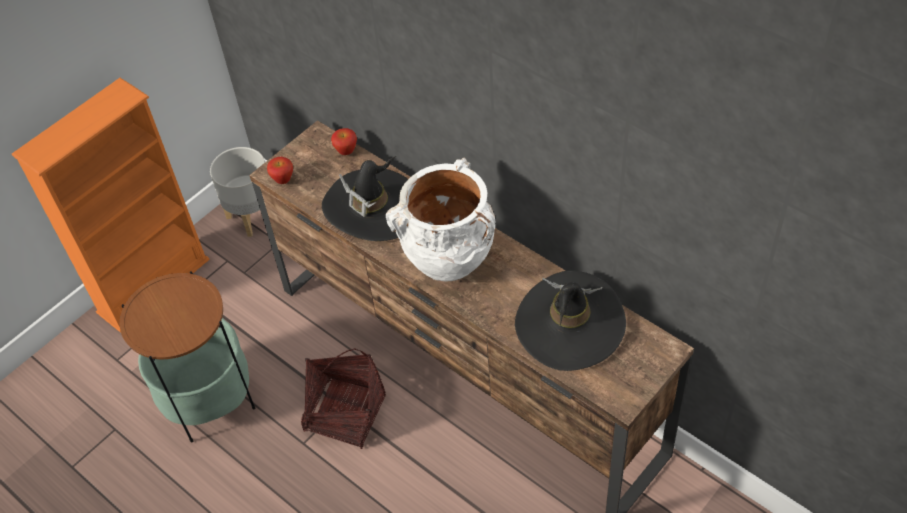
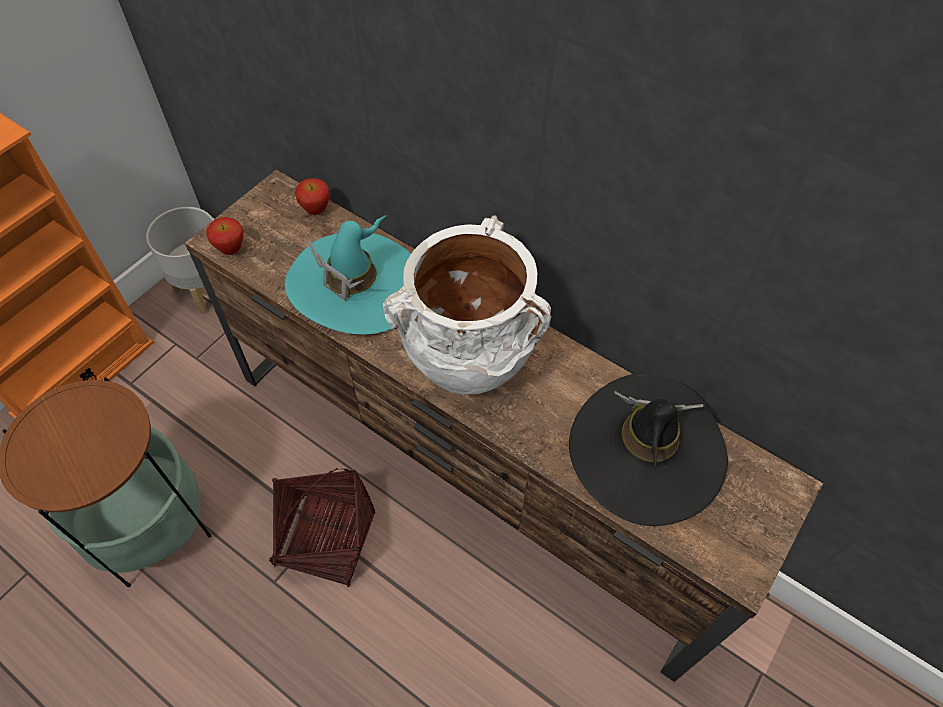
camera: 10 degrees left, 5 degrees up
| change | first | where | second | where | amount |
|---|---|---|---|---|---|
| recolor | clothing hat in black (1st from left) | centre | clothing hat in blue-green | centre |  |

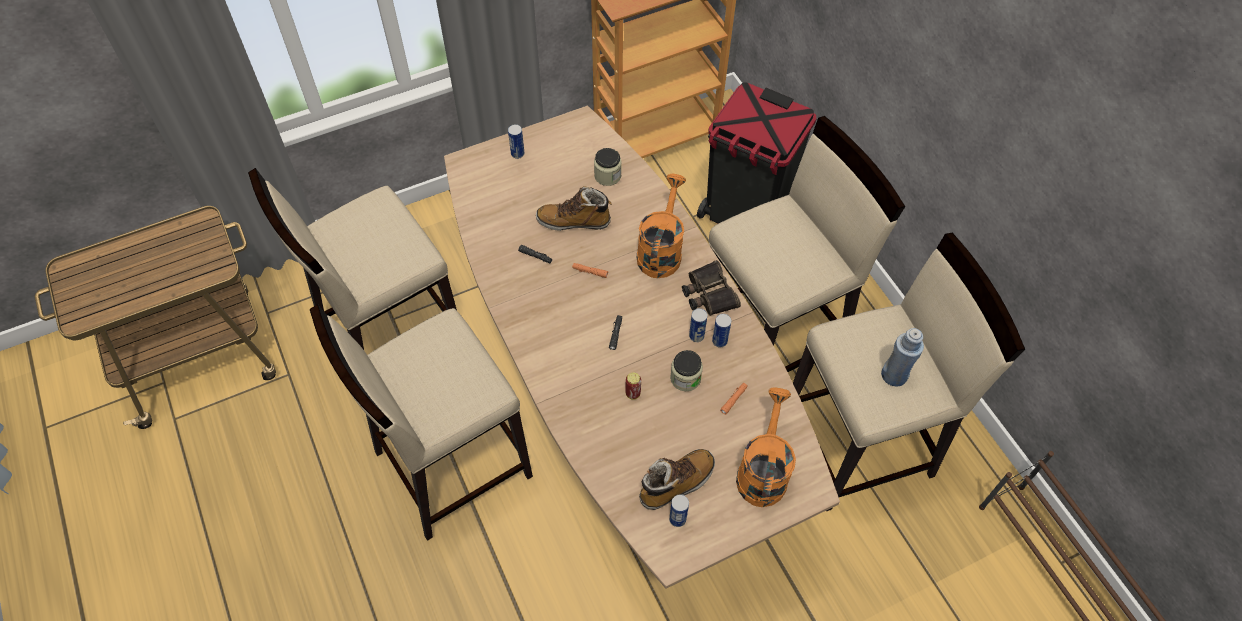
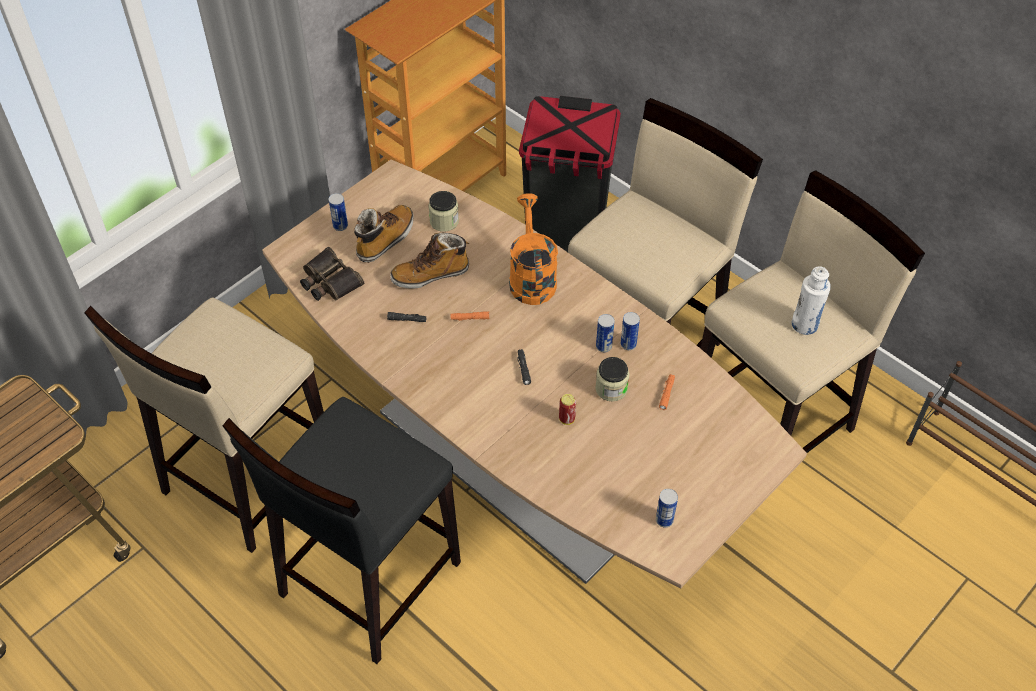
camera: 20 degrees left, 5 degrees down
| change | first | where | second | where | amount |
|---|---|---|---|---|---|
| move | pair of binoculars | centre |  | middle left |  |
| recolor | stool seat in beige-coloured (2nd from left) | bottom centre | stool seat in black | bottom left |  |
| recolor | bottle in blue | middle right | bottle in whitish | middle right |  |
| delete | watering can in orange-coloured (2nd from left) | bottom centre |  |  |  |
| move | high-top boot (2nd from left in the first image) | bottom centre | high-top boot (1st from left) | centre |  |

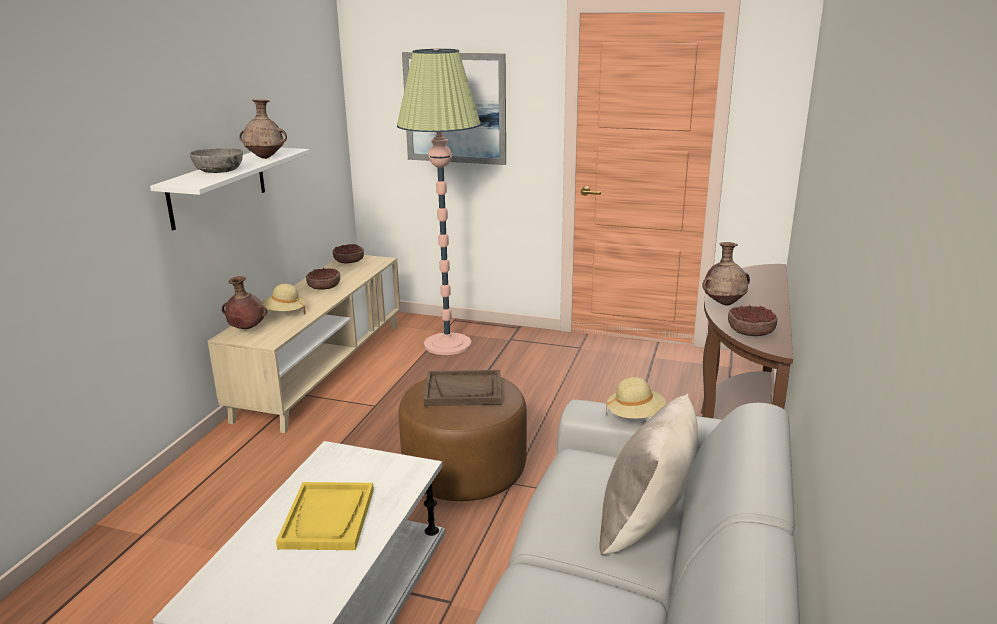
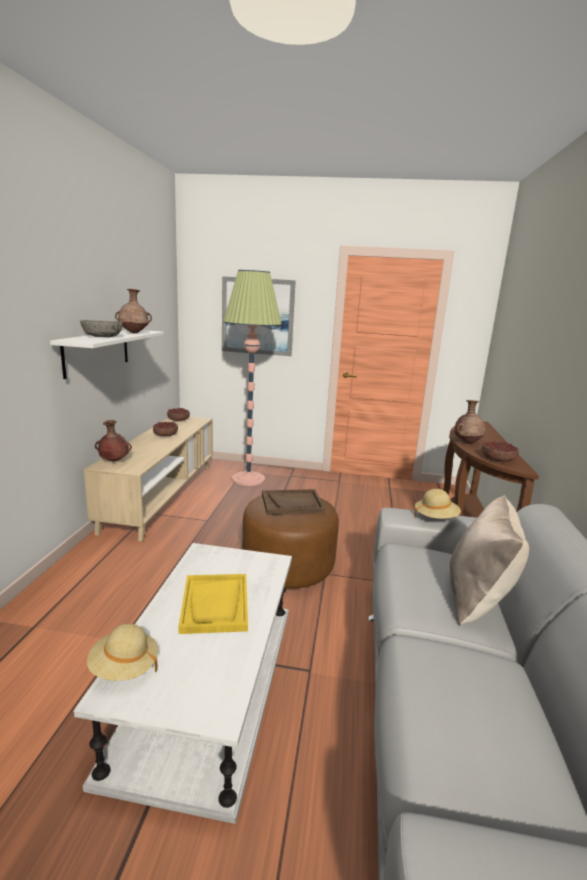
camera: 10 degrees left, 5 degrees down
| change | first | where | second | where | amount |
|---|---|---|---|---|---|
| move | clothing hat in beige-coloured (1st from left) | middle left |  | bottom left |  |

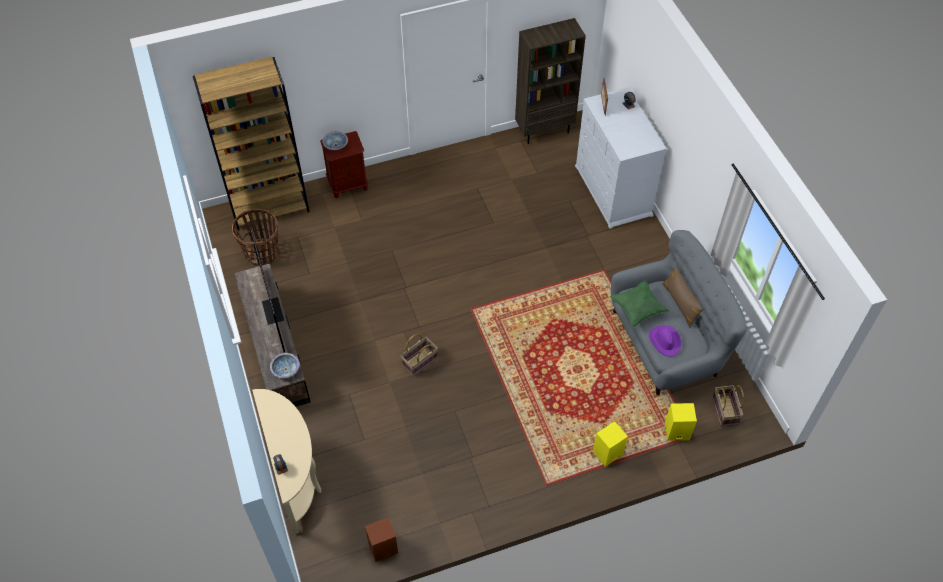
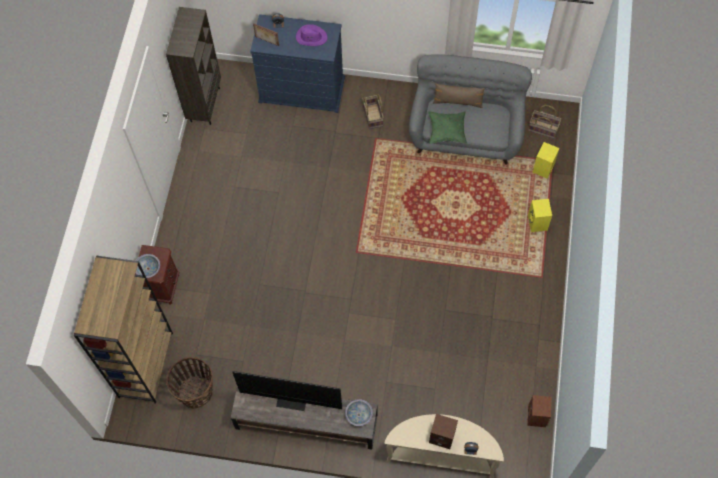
camera: 60 degrees left, 10 degrees up
| change | first | where | second | where | amount |
|---|---|---|---|---|---|
| recolor | drawer chest in whitish | top centre | drawer chest in blue | top centre |  |
| move | clothing hat in purple-coloured | middle right |  | top centre |  |
| move | storage basket (2nd from left) | centre |  | top centre |  |
| insert |  |  | speaker in brownish (1st from left) | bottom centre |  |

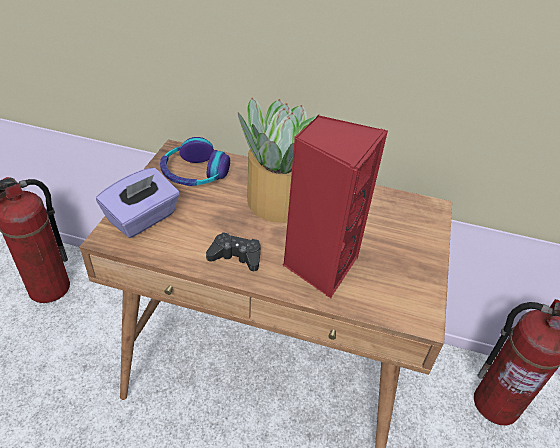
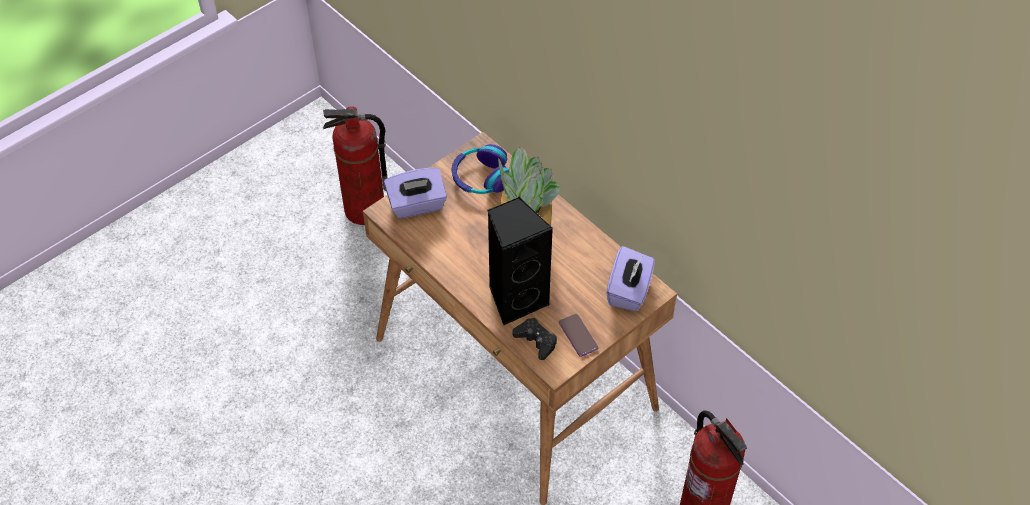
camera: 35 degrees right, 10 degrees up
| change | first | where | second | where | amount |
|---|---|---|---|---|---|
| recolor | speaker in red | centre | speaker in black | centre |  |
| move | gamepad in black | centre |  | bottom centre |  |
| insert |  |  | tissue box in purple-coloured (2nd from left) | centre |  |
| insert |  |  | telephone | centre |  |

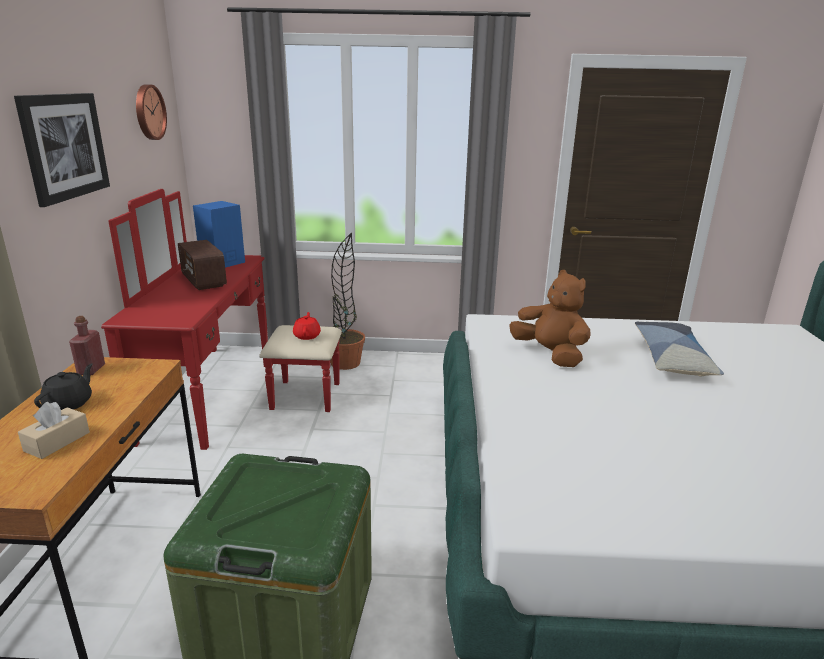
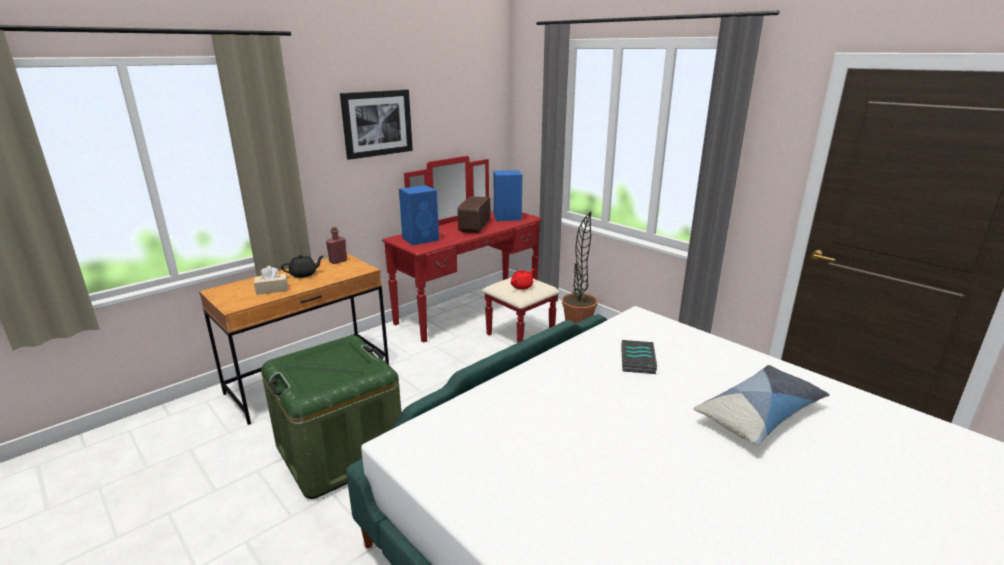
camera: 45 degrees right, 0 degrees up
| change | first | where | second | where | amount |
|---|---|---|---|---|---|
| delete | wall clock | top left |  |  |  |
| replace | plush toy in brownish | middle right | bound book | centre |  |
| insert |  |  | speaker in blue (1st from left) | centre |  |

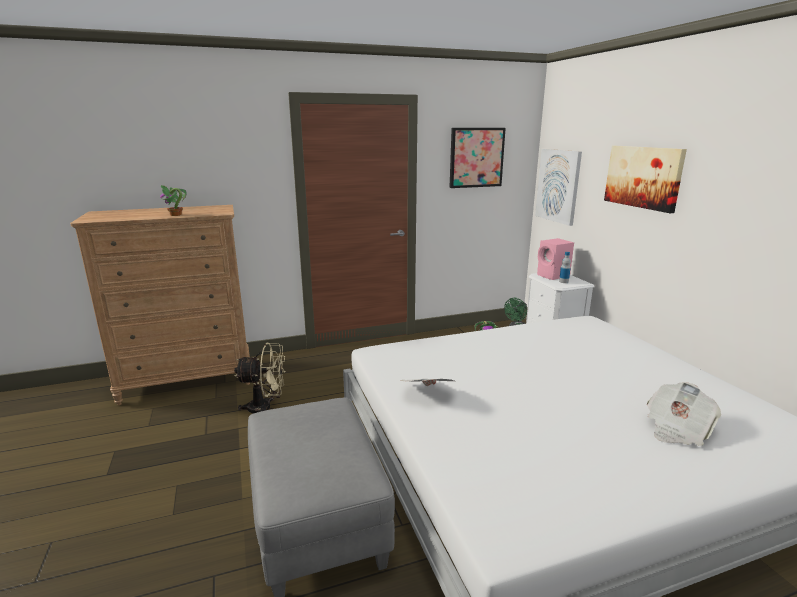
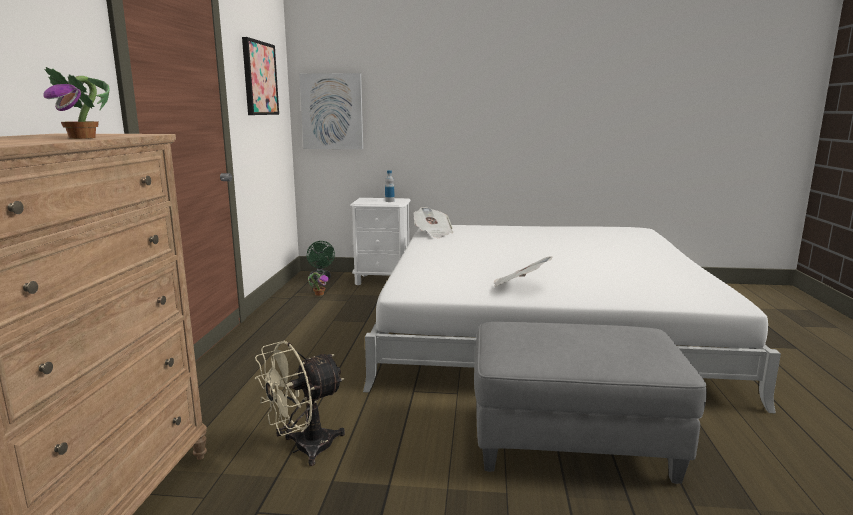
camera: 65 degrees left, 5 degrees down
| change | first | where | second | where | amount |
|---|---|---|---|---|---|
| delete | picture (3rd from left) | top right |  |  |  |
| delete | speaker in pinkish | middle right |  |  |  |
| rotate | cooling fan in beige-coloured | middle left |  | bottom centre | 150 degrees counterclockwise |
| move | daily paper (2nd from left in the first image) | bottom right | daily paper (1st from left) | centre |  |

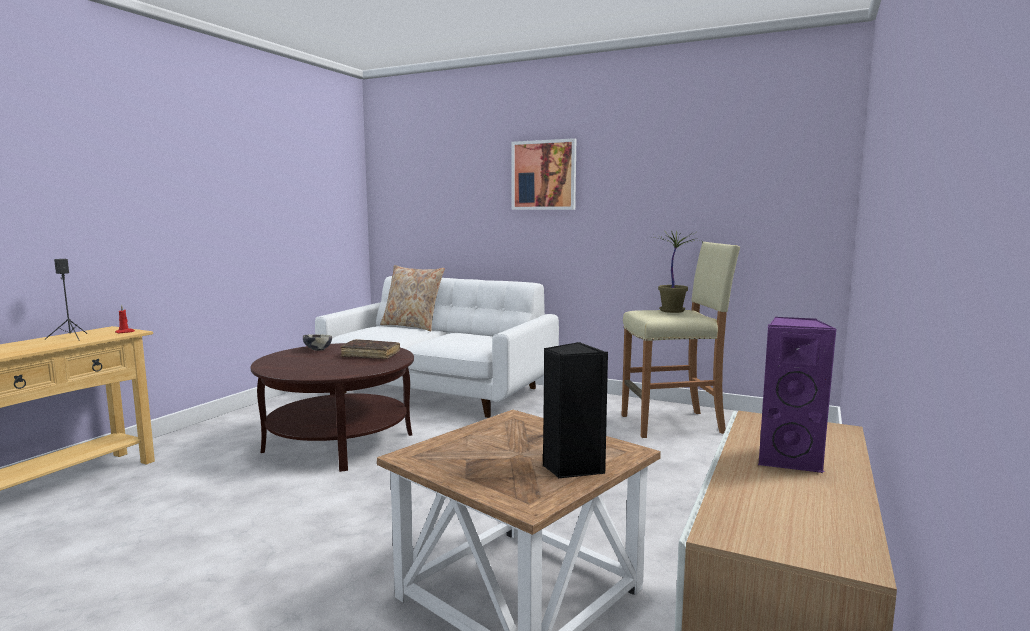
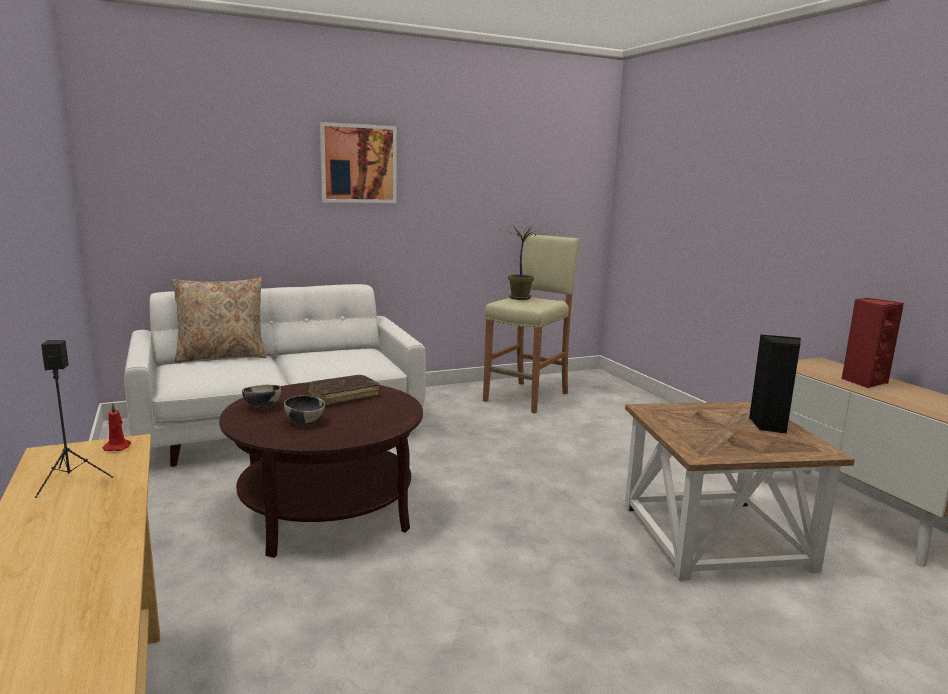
camera: 50 degrees left, 5 degrees up
| change | first | where | second | where | amount |
|---|---|---|---|---|---|
| recolor | speaker in purple-coloured | middle right | speaker in red | middle right |  |
| insert |  |  | deep dish (2nd from left) | middle left |  |

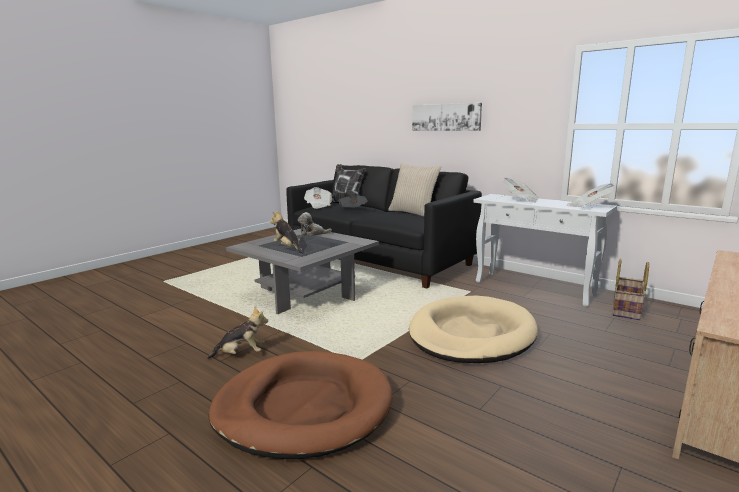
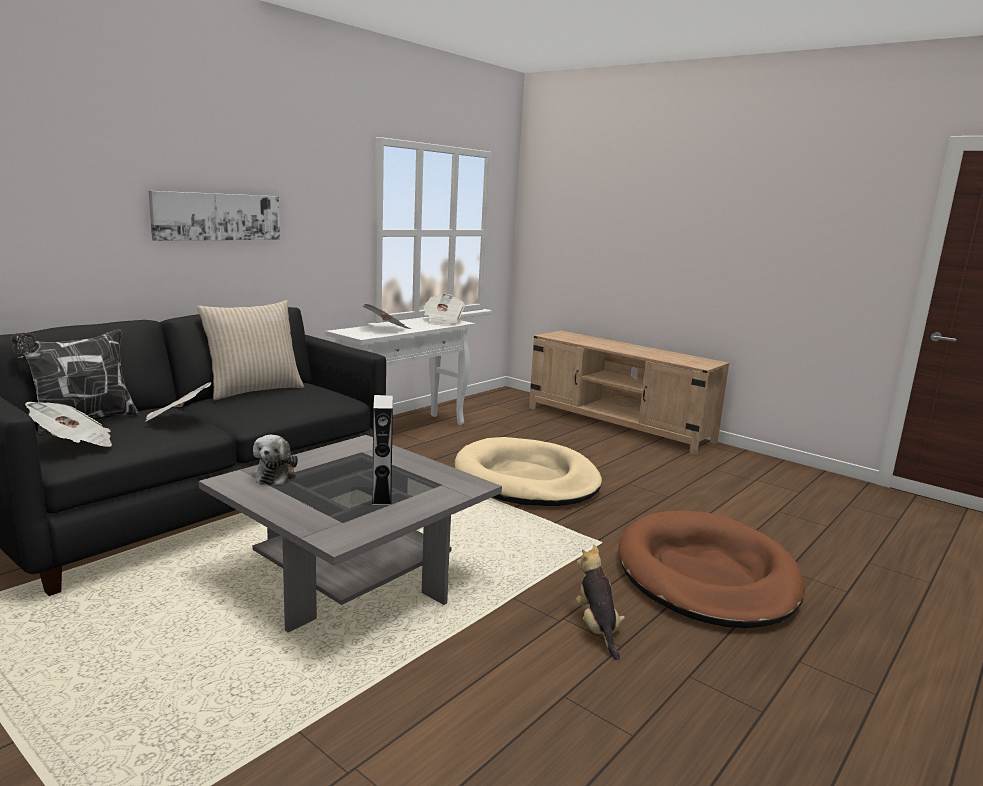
camera: 90 degrees left, 0 degrees up
| change | first | where | second | where | amount |
|---|---|---|---|---|---|
| replace | plush toy (2nd from left) | centre | speaker in grey | centre |  |
| delete | storage basket | middle right |  |  |  |

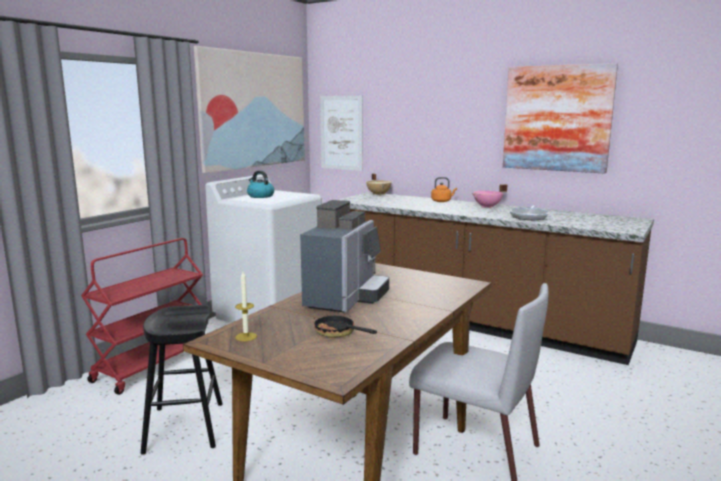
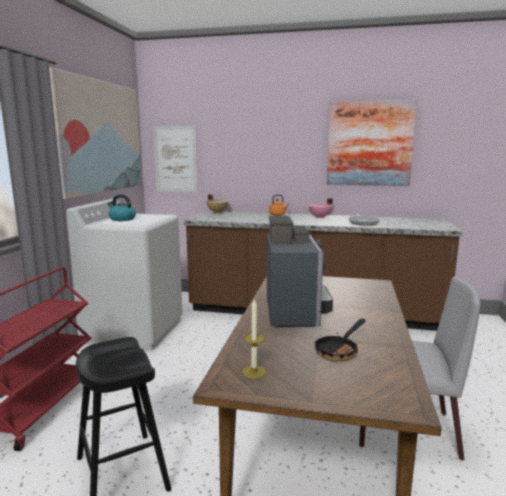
camera: 20 degrees left, 0 degrees up
| change | first | where | second | where | amount |
|---|---|---|---|---|---|
| rotate | frying pan (1st from left) | bottom centre |  | bottom right | 75 degrees counterclockwise |

